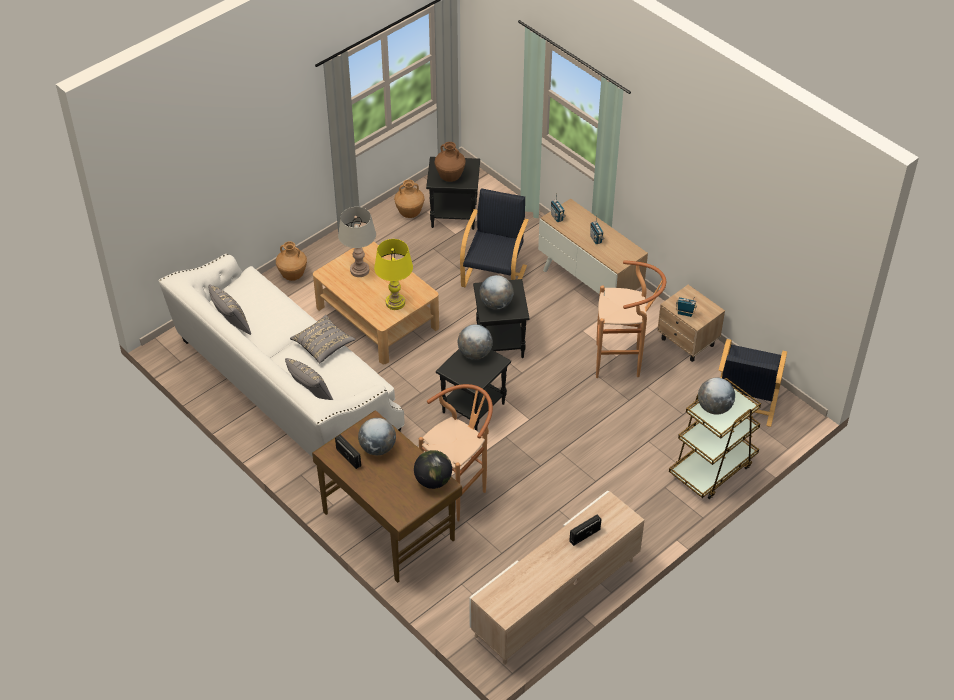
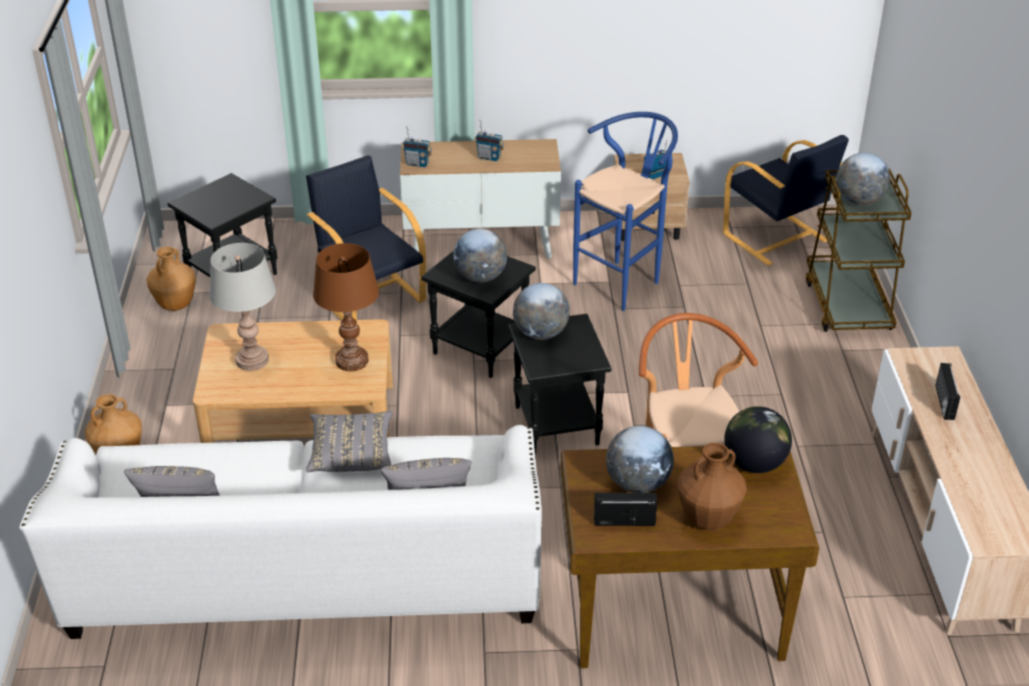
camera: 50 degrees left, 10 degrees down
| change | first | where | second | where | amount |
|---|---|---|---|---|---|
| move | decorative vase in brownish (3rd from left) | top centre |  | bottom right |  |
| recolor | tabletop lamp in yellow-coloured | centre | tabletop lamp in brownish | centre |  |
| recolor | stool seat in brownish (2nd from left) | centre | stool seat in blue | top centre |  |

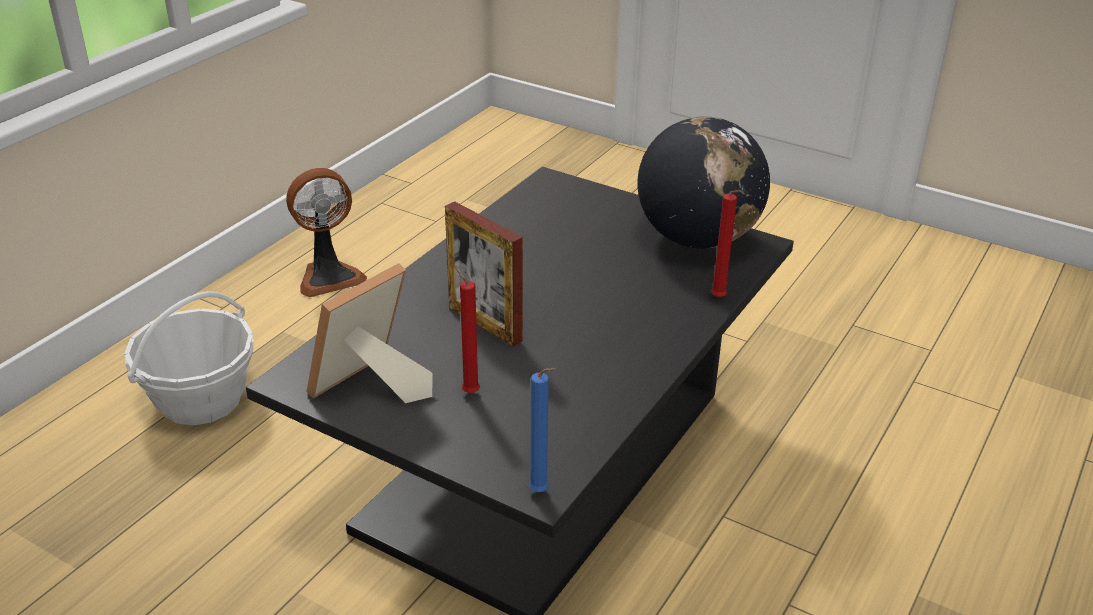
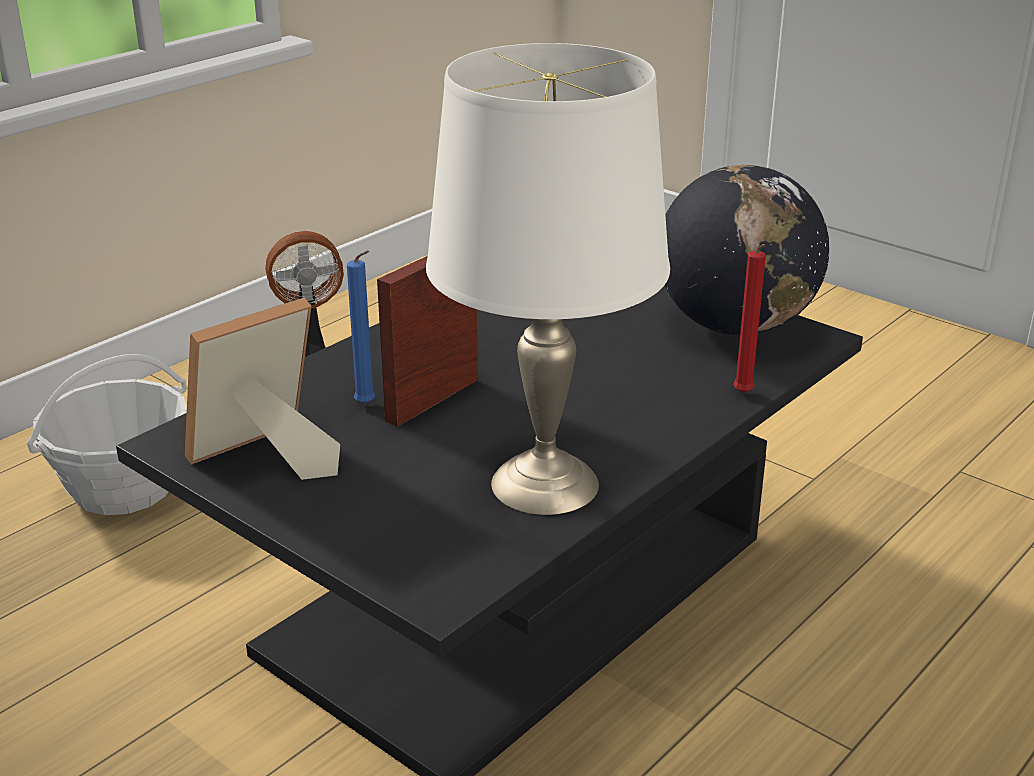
camera: 10 degrees right, 5 degrees down
| change | first | where | second | where | amount |
|---|---|---|---|---|---|
| rotate | standing frame (2nd from left) | centre |  | centre | 75 degrees clockwise |
| delete | candle in red (1st from left) | centre |  |  |  |
| move | candle in blue | bottom centre |  | centre |  |
| insert |  |  | tabletop lamp in whitish | centre |  |

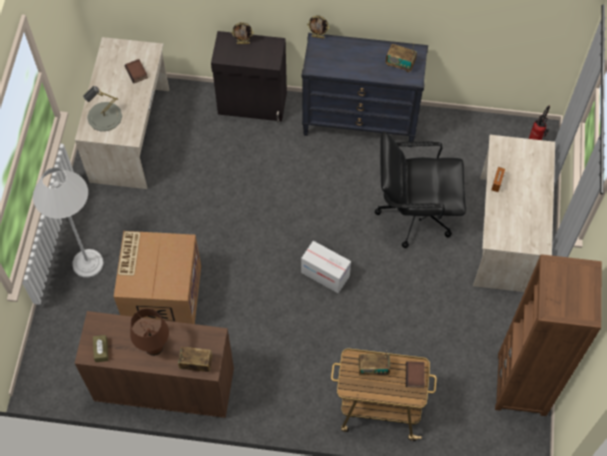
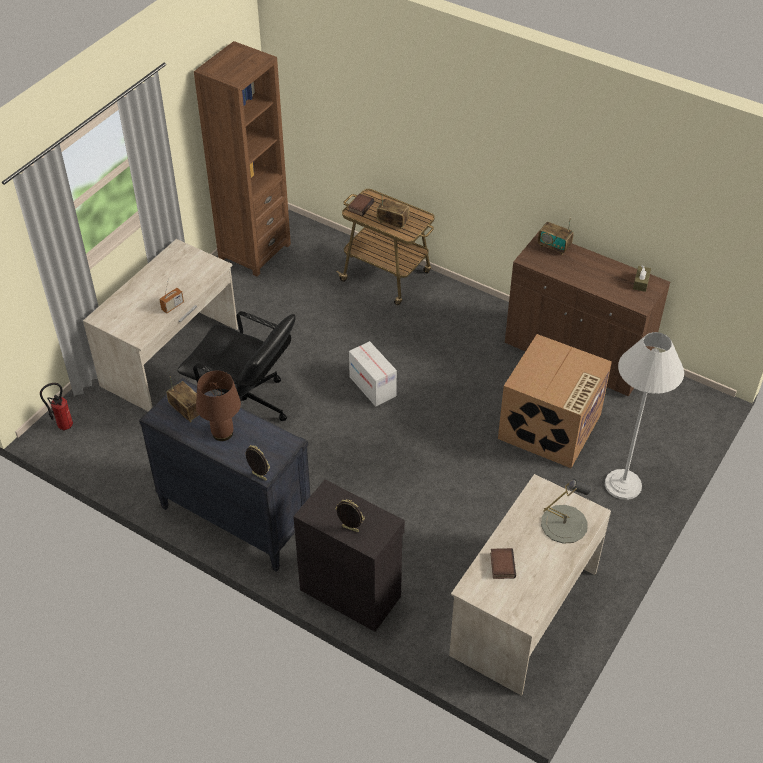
camera: 155 degrees left, 15 degrees down
| change | first | where | second | where | amount |
|---|---|---|---|---|---|
| move | tabletop lamp in brownish | bottom left |  | middle left |  |

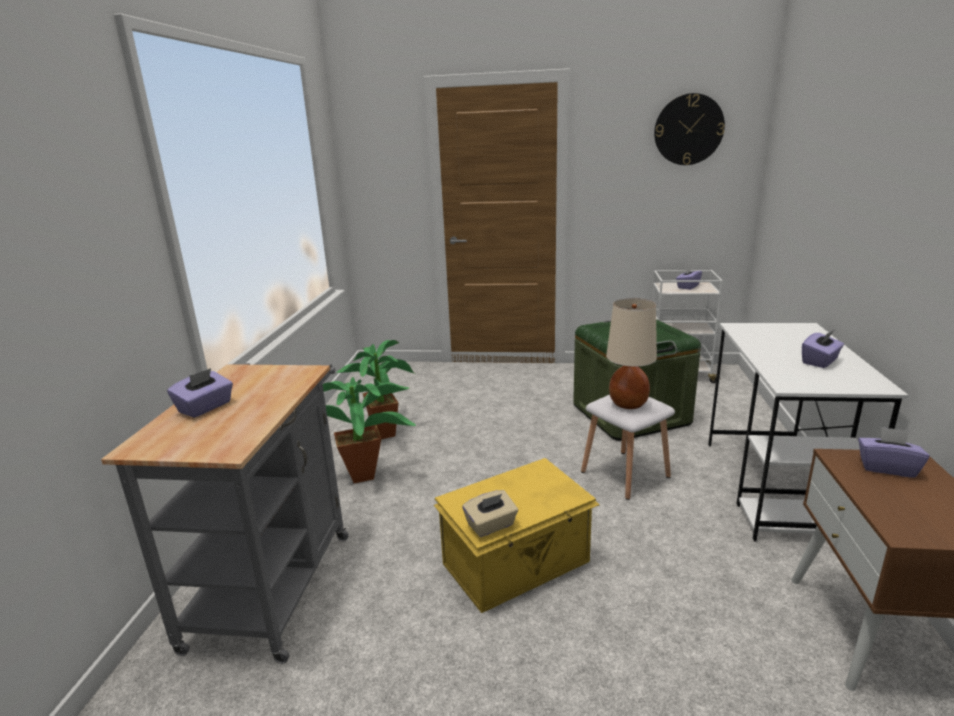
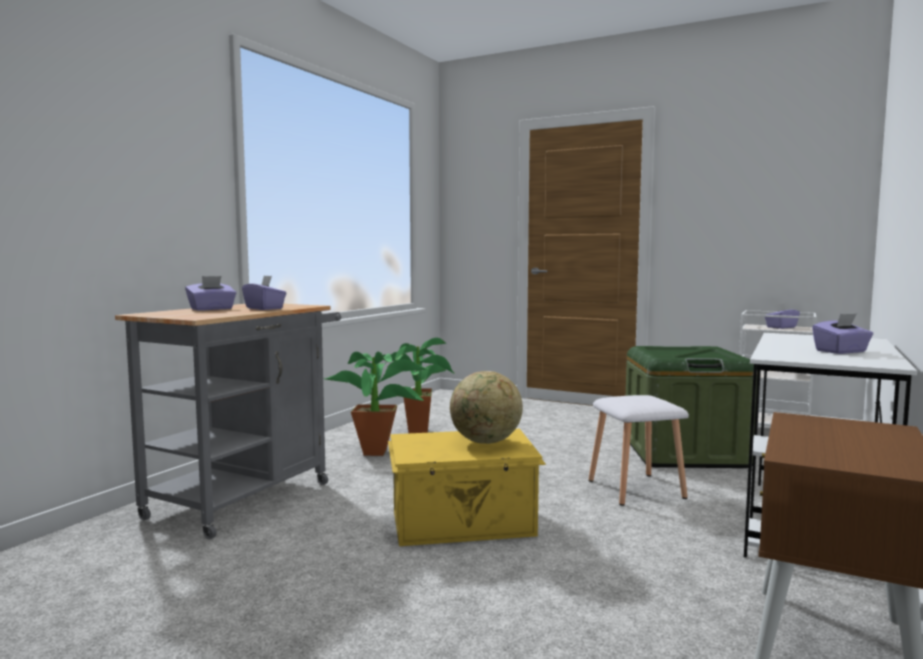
camera: 20 degrees right, 15 degrees down
| change | first | where | second | where | amount |
|---|---|---|---|---|---|
| delete | wall clock | top right |  |  |  |
| delete | tabletop lamp in beige-coloured | centre |  |  |  |
| move | tissue box in purple-coloured (4th from left in the first image) | middle right | tissue box in purple-coloured (2nd from left) | middle left |  |
| delete | tissue box in beige-coloured | bottom centre |  |  |  |
| insert |  |  | globe | centre |  |

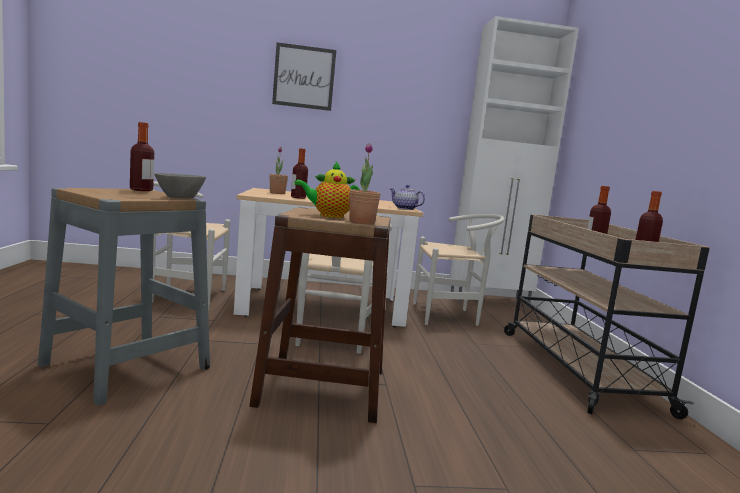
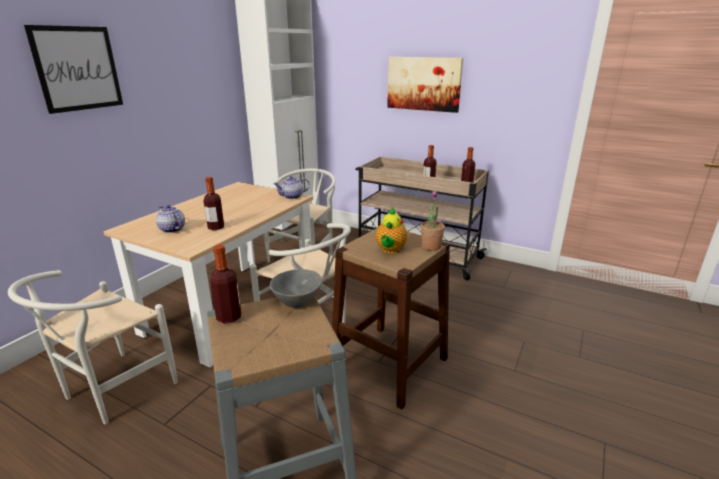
camera: 55 degrees left, 15 degrees up
| change | first | where | second | where | amount |
|---|---|---|---|---|---|
| replace | houseplant (1st from left) | centre | pot for tea (1st from left) | middle left |  |
| insert |  |  | picture (2nd from left) | top centre |  |

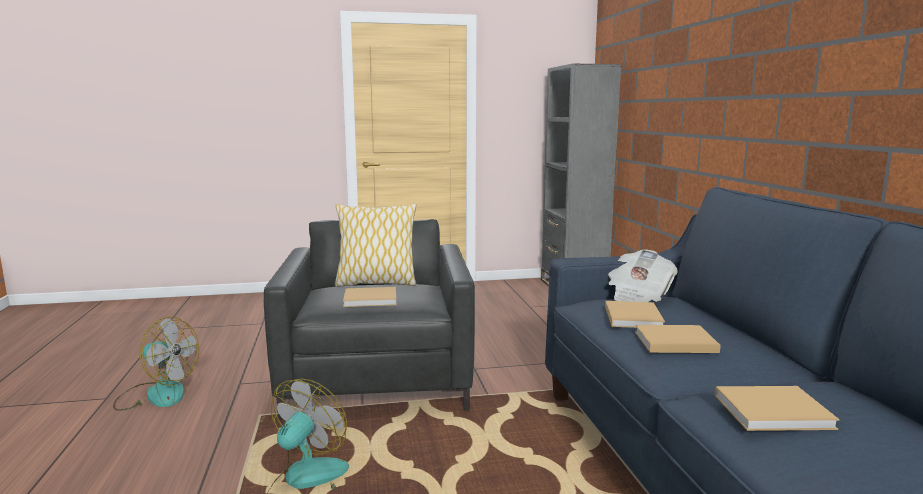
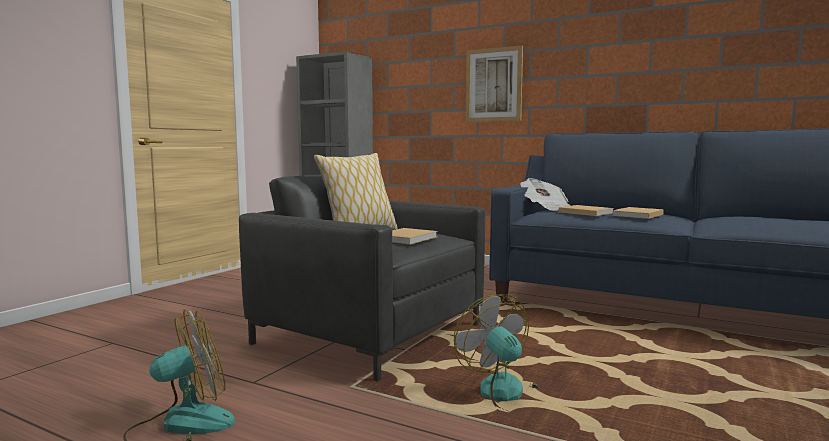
camera: 50 degrees left, 5 degrees down
| change | first | where | second | where | amount |
|---|---|---|---|---|---|
| delete | bound book in beige-coloured (4th from left) | bottom right |  |  |  |
| insert |  |  | picture | top centre |  |

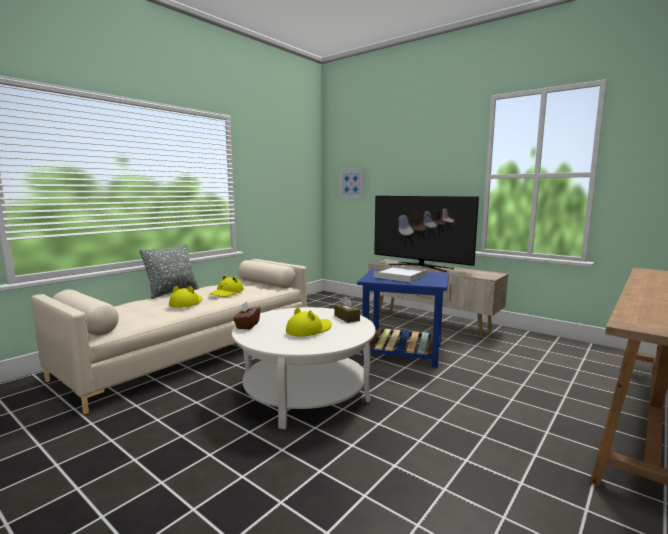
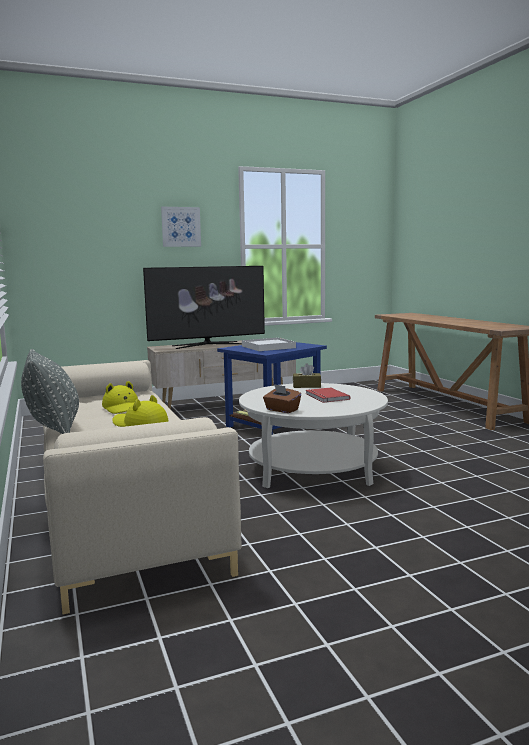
camera: 60 degrees left, 0 degrees up
| change | first | where | second | where | amount |
|---|---|---|---|---|---|
| move | picture | centre |  | top centre |  |
| replace | clothing hat in yellow-coloured (3rd from left) | centre | bound book in red | centre |  |

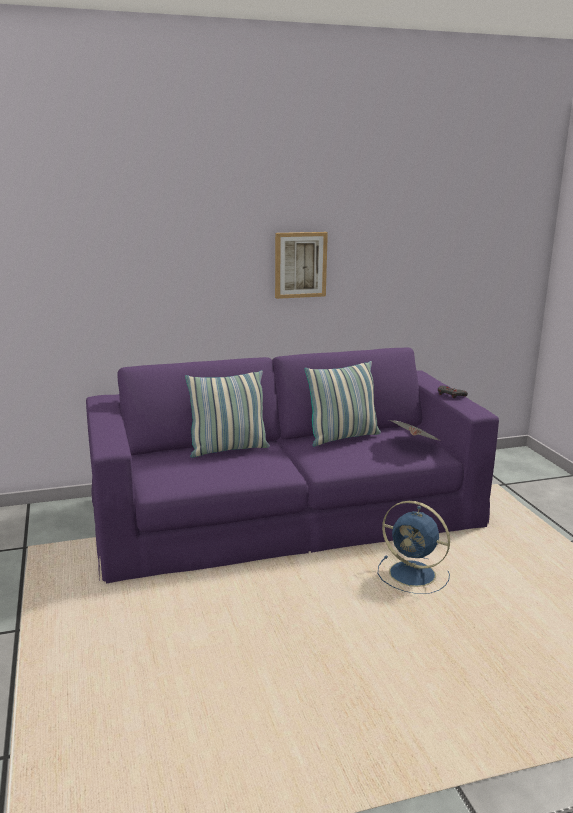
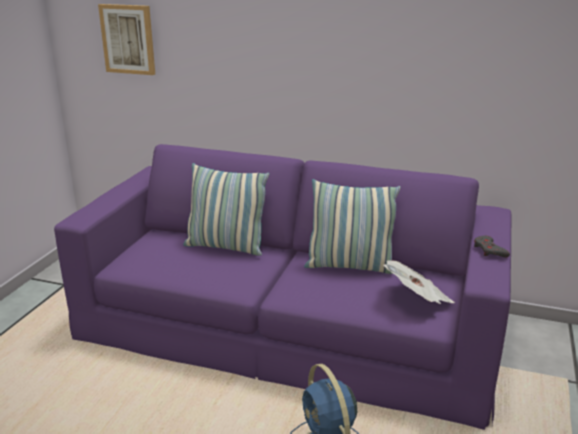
camera: 35 degrees right, 5 degrees up
| change | first | where | second | where | amount |
|---|---|---|---|---|---|
| move | picture | top centre |  | top left |  |

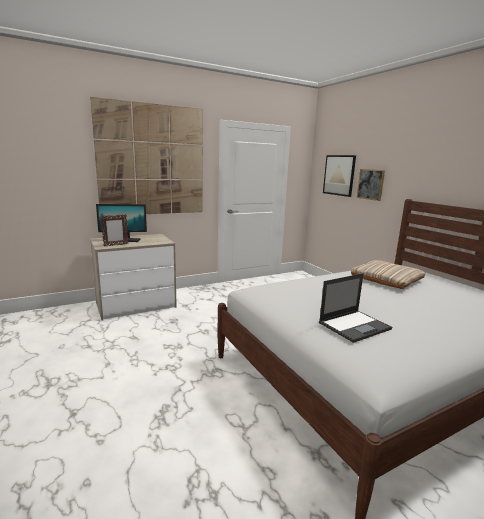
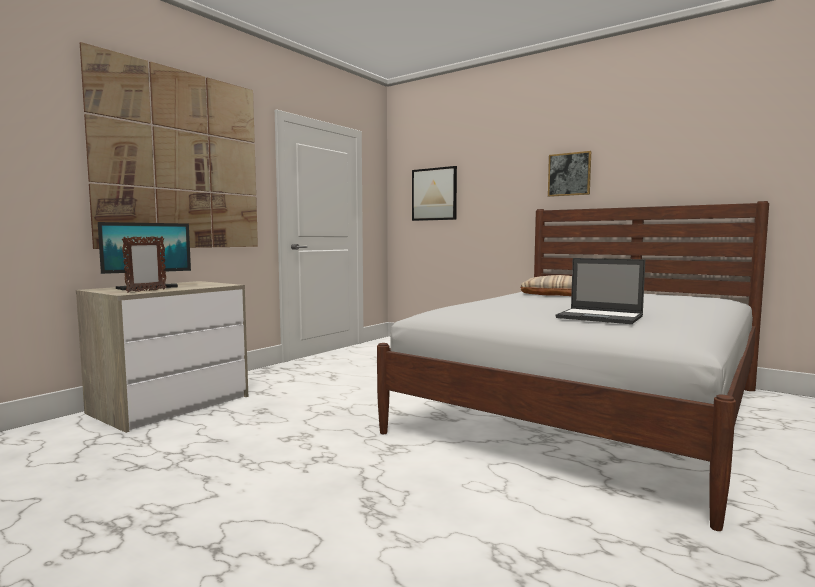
camera: 25 degrees left, 10 degrees down
| change | first | where | second | where | amount |
|---|---|---|---|---|---|
| move | picture (3rd from left) | middle right |  | top right |  |
| rotate | laptop | middle right |  | middle right | 90 degrees clockwise |

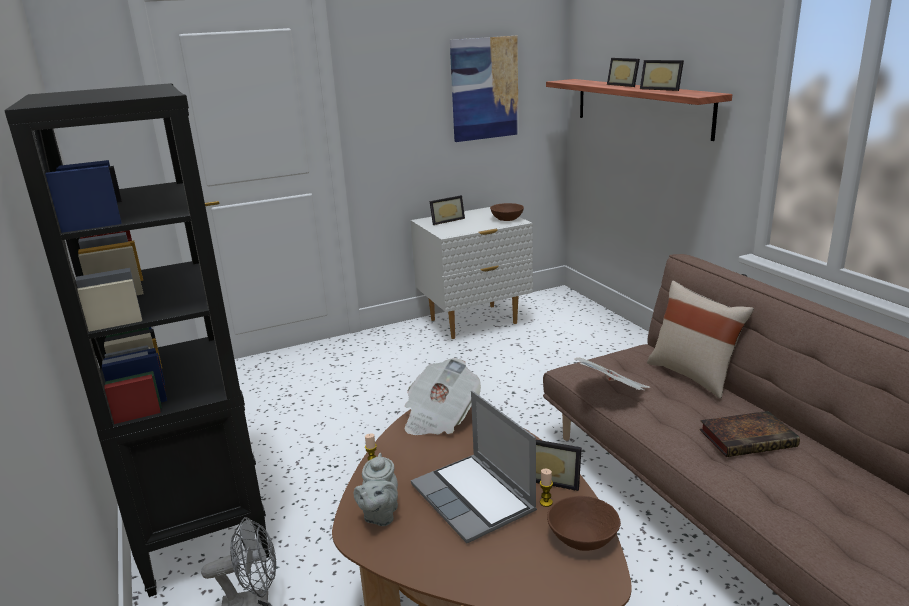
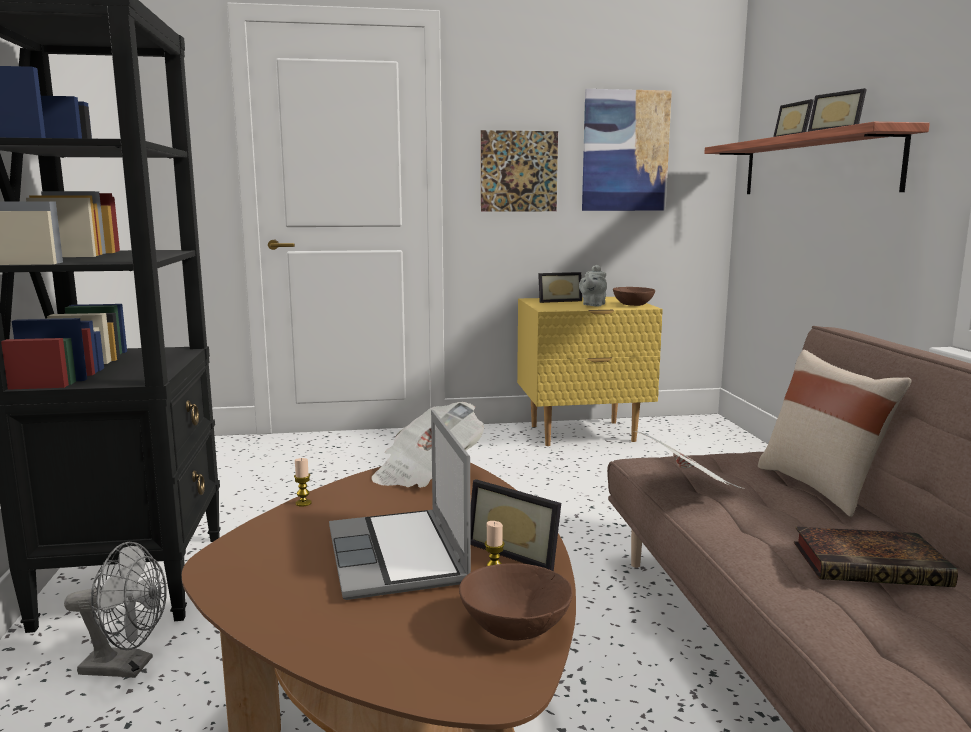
camera: 15 degrees right, 10 degrees down
| change | first | where | second | where | amount |
|---|---|---|---|---|---|
| recolor | bedside table in whitish | centre | bedside table in yellow-coloured | centre |  |
| move | pot for tea in grey | bottom centre |  | centre |  |
| insert |  |  | picture (1st from left) | top centre |  |

